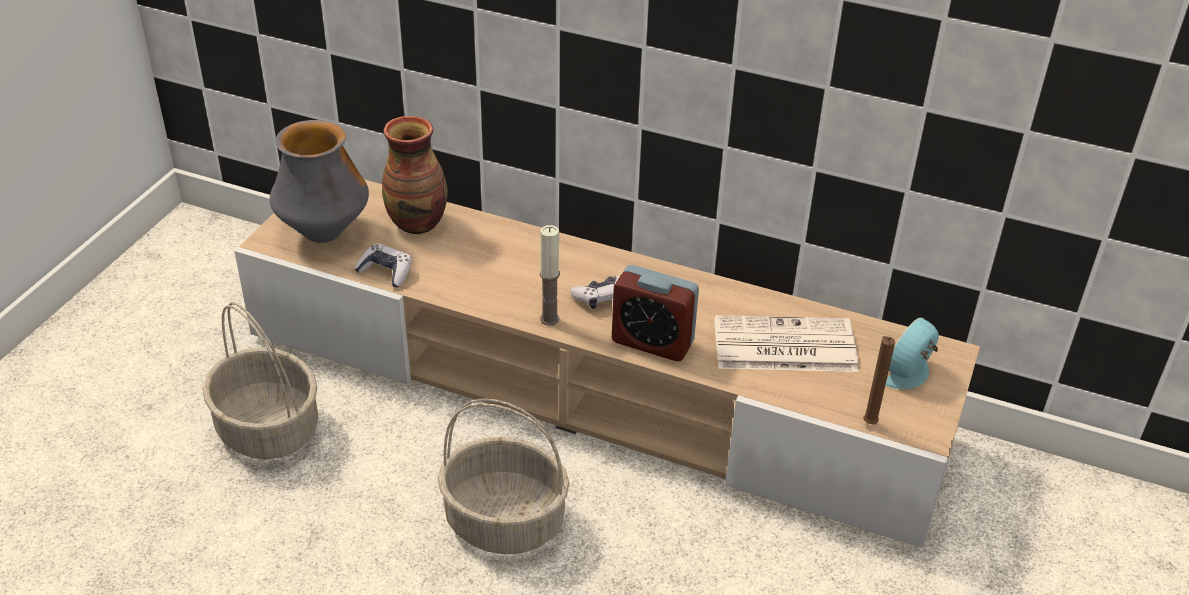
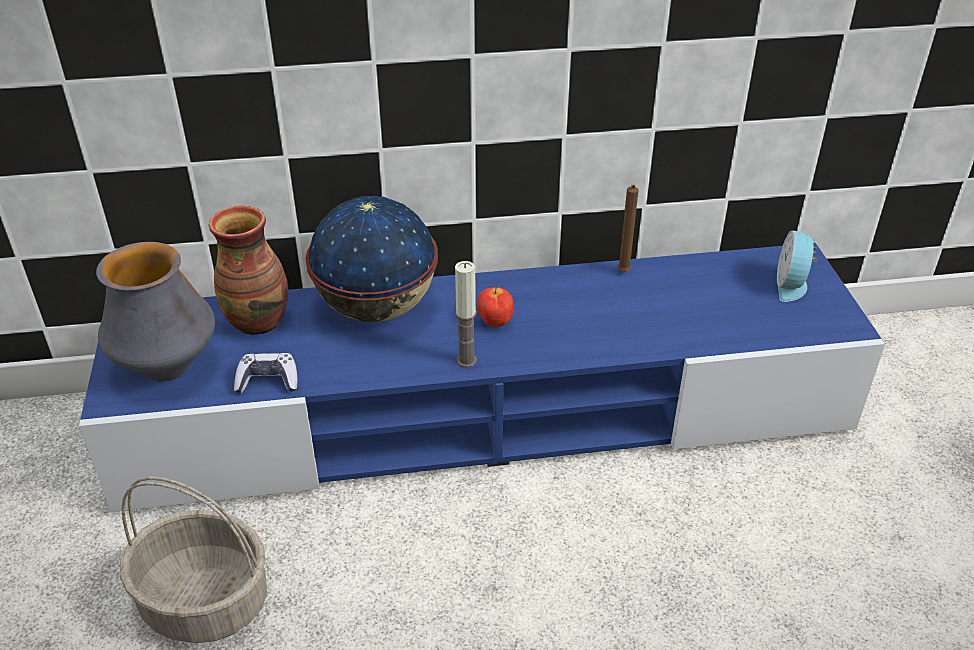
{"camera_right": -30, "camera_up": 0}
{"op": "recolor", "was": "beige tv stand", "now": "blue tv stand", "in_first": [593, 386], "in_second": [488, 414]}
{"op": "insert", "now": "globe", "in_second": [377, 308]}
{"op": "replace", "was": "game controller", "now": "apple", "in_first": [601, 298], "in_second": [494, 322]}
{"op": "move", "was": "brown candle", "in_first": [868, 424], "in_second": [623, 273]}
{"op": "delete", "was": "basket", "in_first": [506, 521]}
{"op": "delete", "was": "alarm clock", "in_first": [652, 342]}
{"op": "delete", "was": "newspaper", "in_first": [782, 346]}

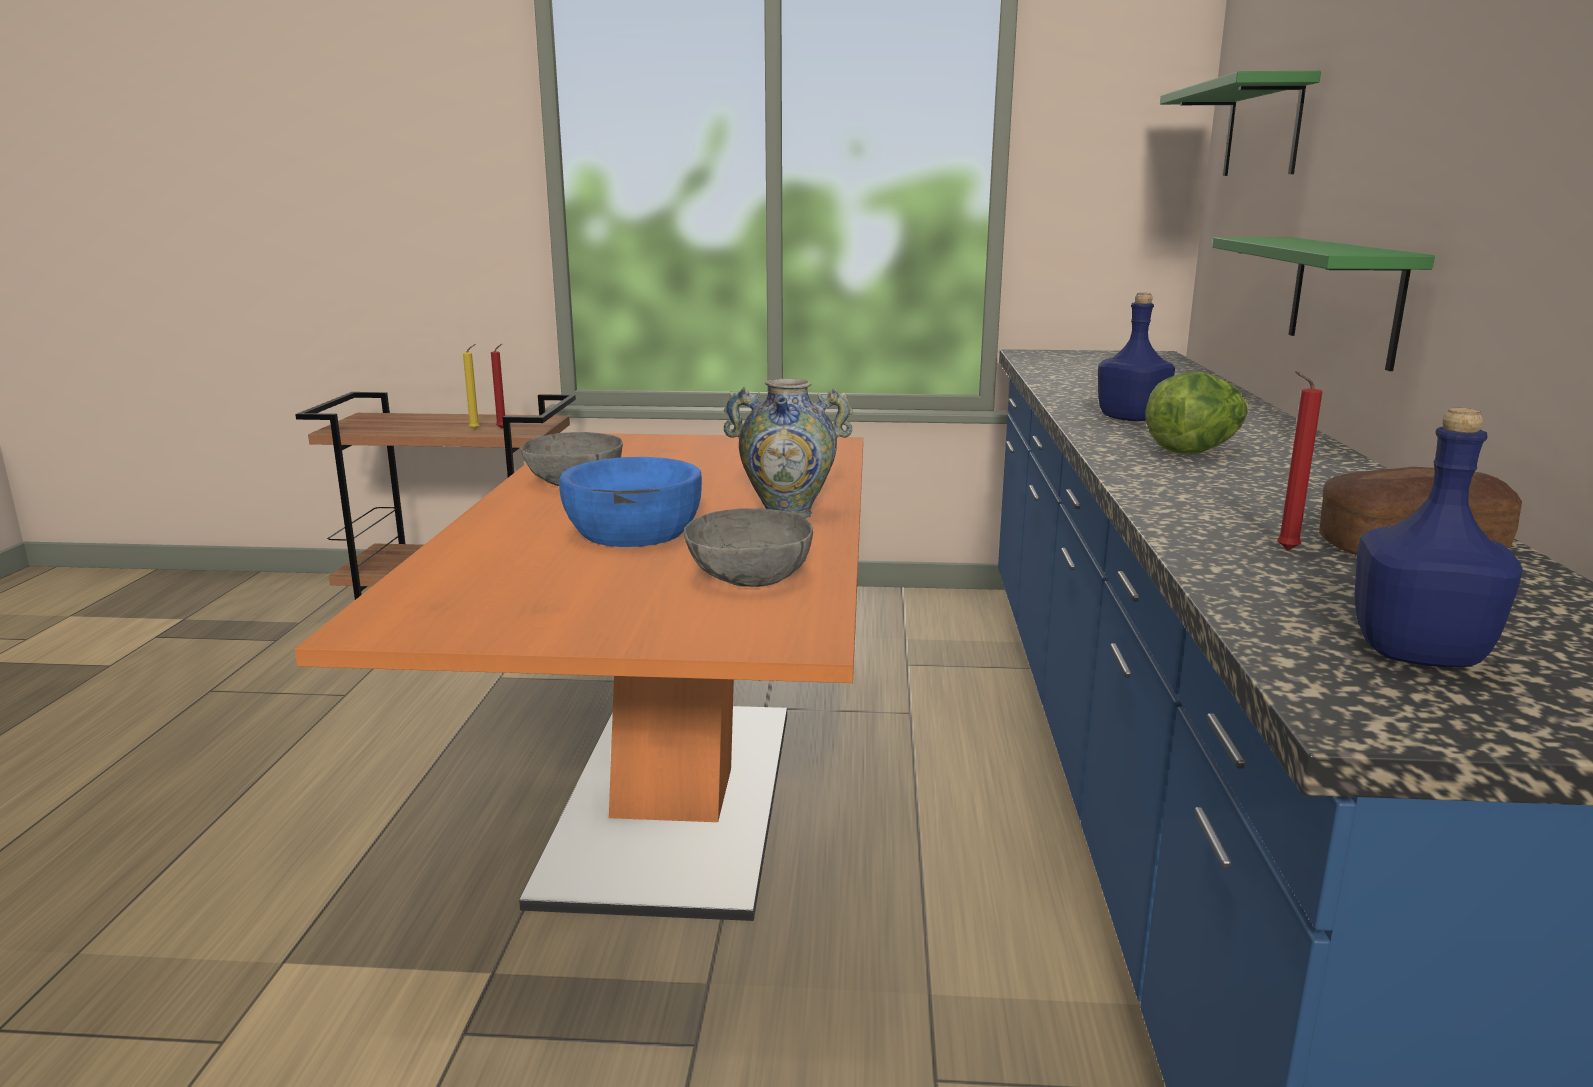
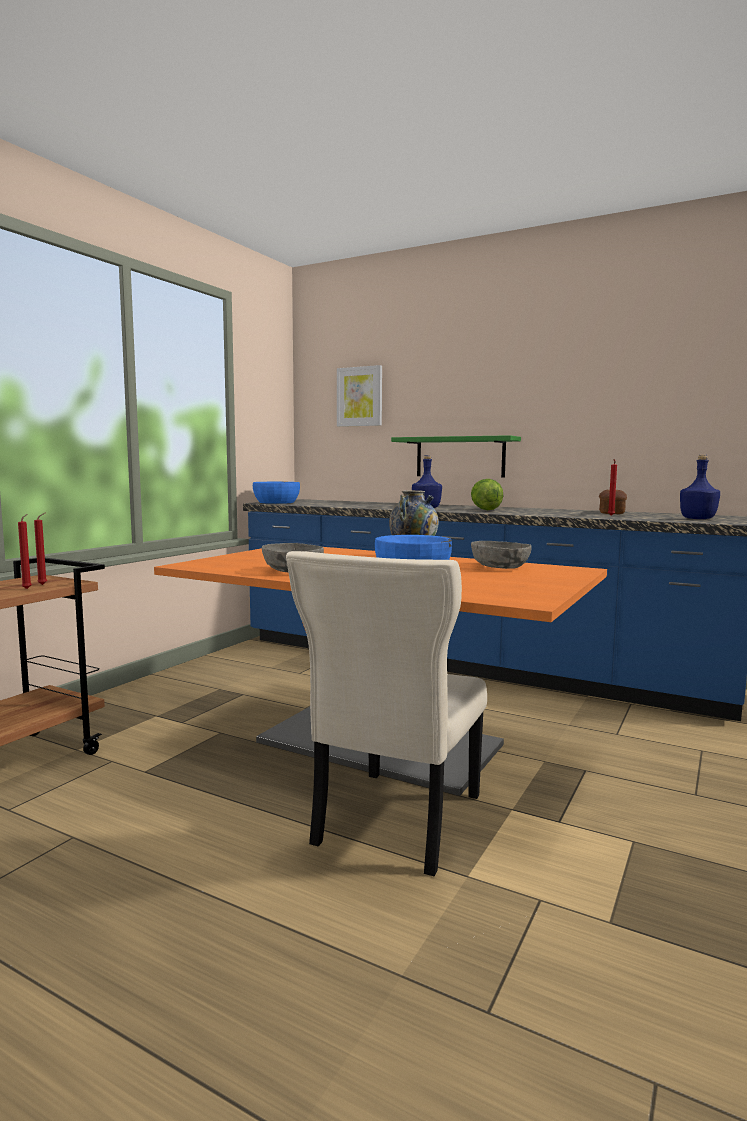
{"camera_right": -65, "camera_up": -10}
{"op": "recolor", "was": "yellow candle", "now": "red candle", "in_first": [476, 430], "in_second": [28, 588]}
{"op": "insert", "now": "blue bowl", "in_second": [276, 502]}
{"op": "insert", "now": "beige chair", "in_second": [395, 823]}
{"op": "replace", "was": "green shelf", "now": "picture", "in_first": [1262, 130], "in_second": [360, 396]}

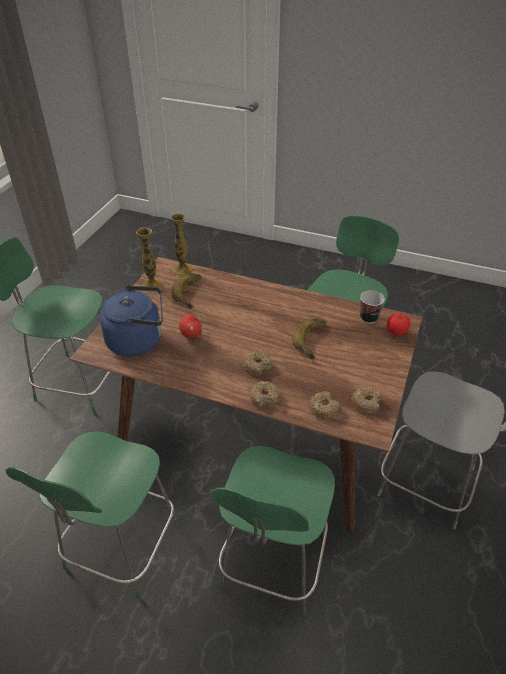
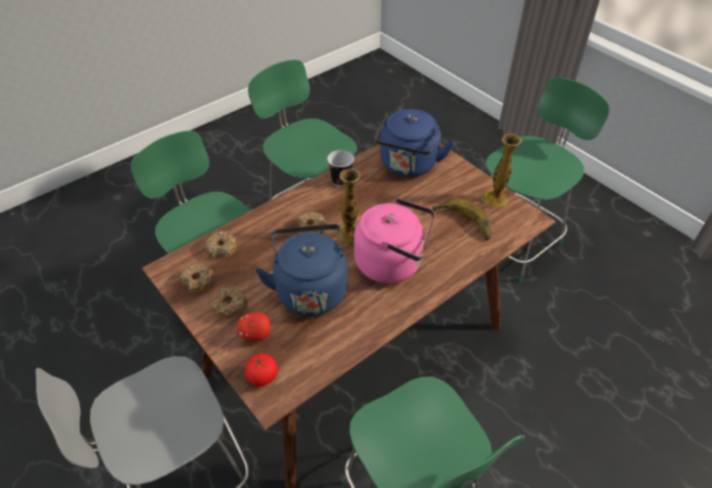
{"camera_right": 120, "camera_up": 5}
{"op": "move", "was": "donut", "in_first": [264, 397], "in_second": [230, 306]}
{"op": "move", "was": "apple", "in_first": [191, 335], "in_second": [256, 335]}
{"op": "replace", "was": "banana", "now": "blue kettle", "in_first": [314, 340], "in_second": [310, 289]}
{"op": "move", "was": "cup", "in_first": [368, 318], "in_second": [341, 180]}
{"op": "move", "was": "vase", "in_first": [182, 270], "in_second": [348, 233]}
{"op": "insert", "now": "pink kettle", "in_second": [393, 263]}

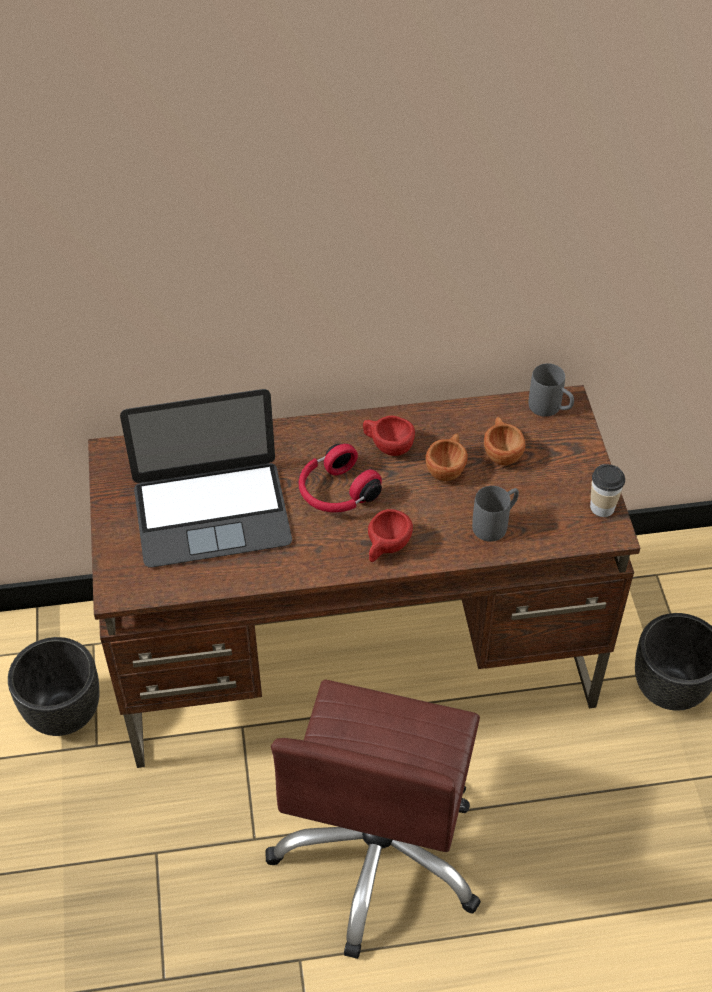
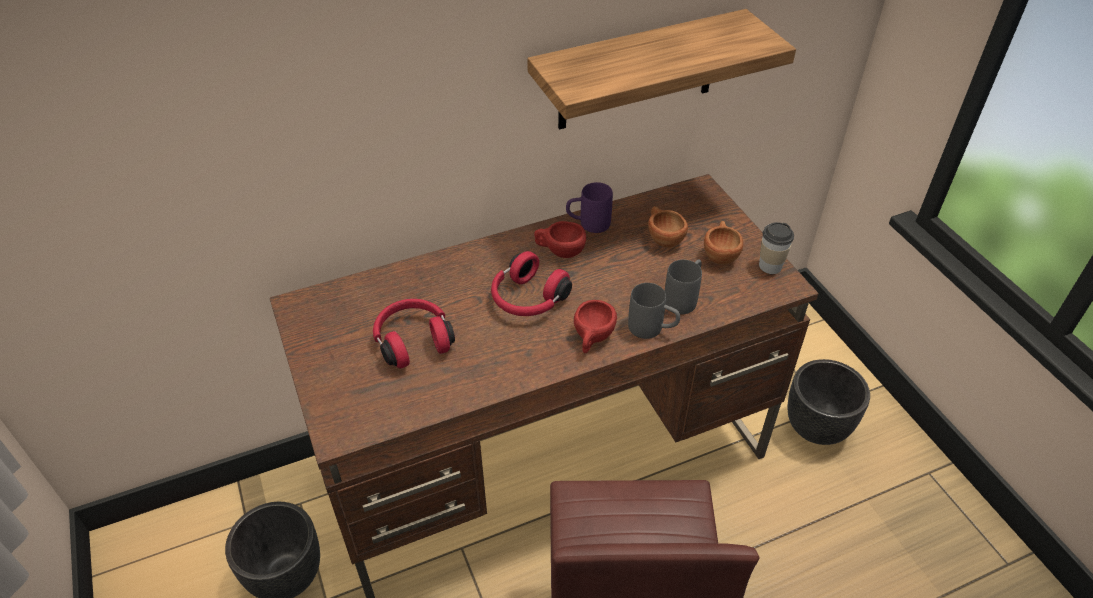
{"camera_right": -15, "camera_up": -5}
{"op": "replace", "was": "laptop", "now": "red headphones", "in_first": [212, 513], "in_second": [413, 340]}
{"op": "insert", "now": "shelf", "in_second": [637, 71]}
{"op": "insert", "now": "purple mug", "in_second": [588, 224]}
{"op": "move", "was": "grey mug", "in_first": [550, 409], "in_second": [652, 329]}
{"op": "move", "was": "brown cup", "in_first": [447, 468], "in_second": [720, 254]}

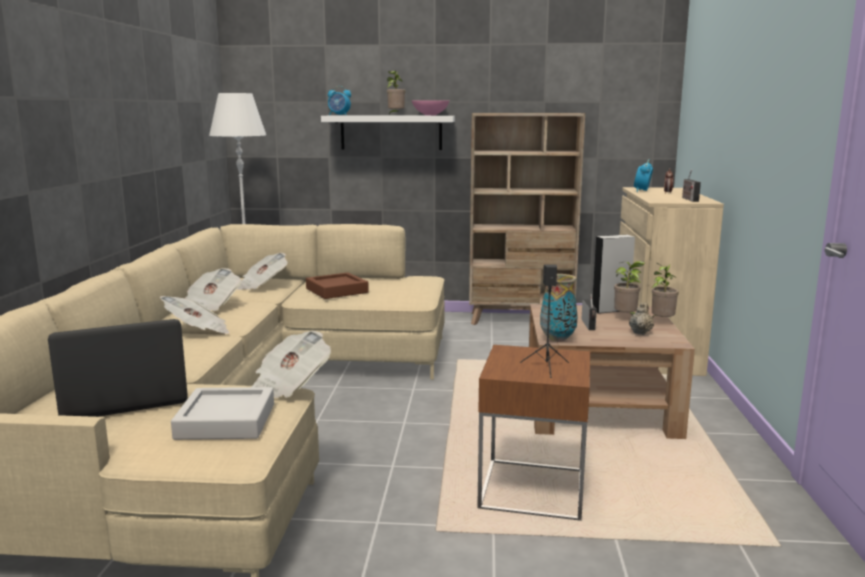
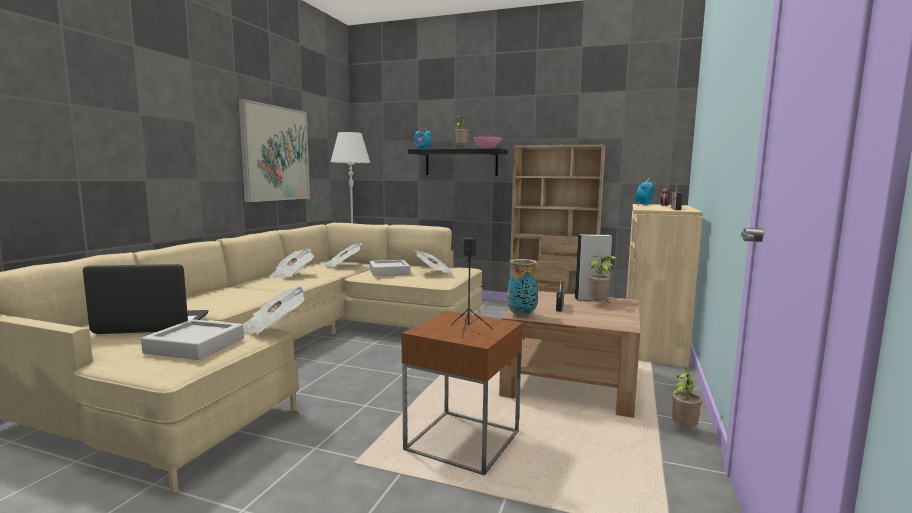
{"camera_right": 15, "camera_up": -5}
{"op": "insert", "now": "picture", "in_second": [275, 153]}
{"op": "recolor", "was": "brown tray", "now": "grey tray", "in_first": [337, 291], "in_second": [389, 272]}
{"op": "recolor", "was": "white shelf", "now": "black shelf", "in_first": [391, 132], "in_second": [461, 162]}
{"op": "move", "was": "newspaper", "in_first": [198, 332], "in_second": [435, 273]}
{"op": "move", "was": "potted plant", "in_first": [661, 322], "in_second": [683, 429]}
{"op": "delete", "was": "beige teapot", "in_first": [640, 332]}

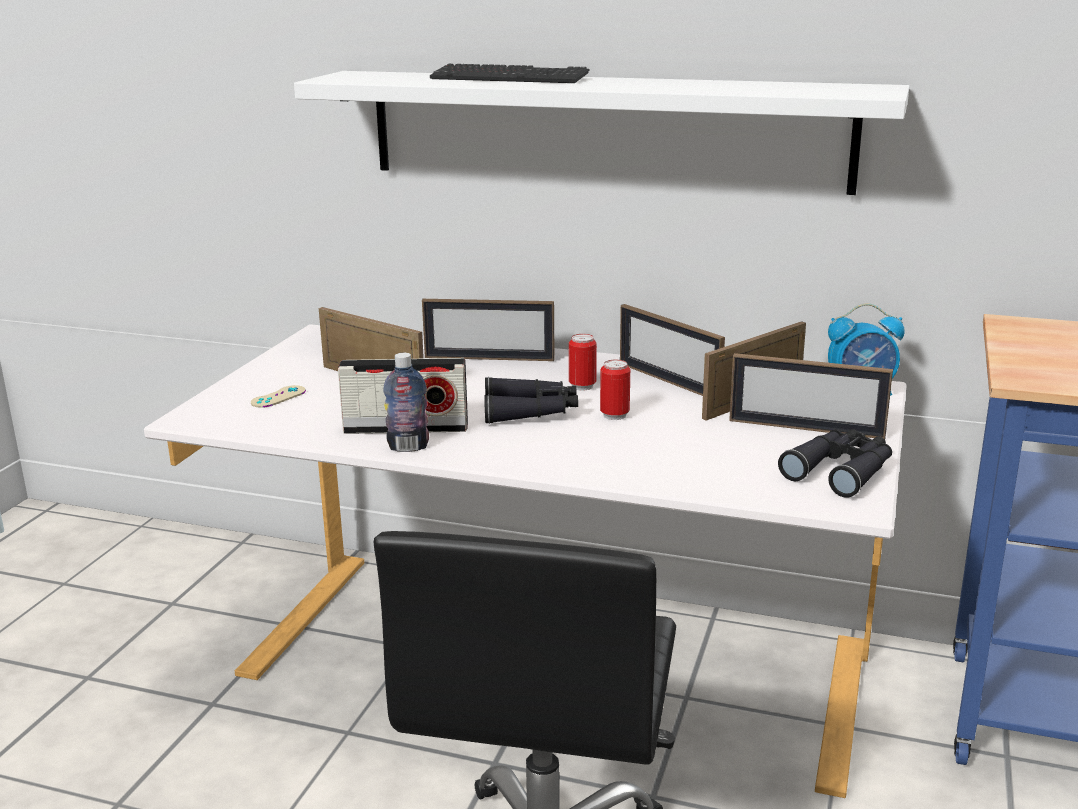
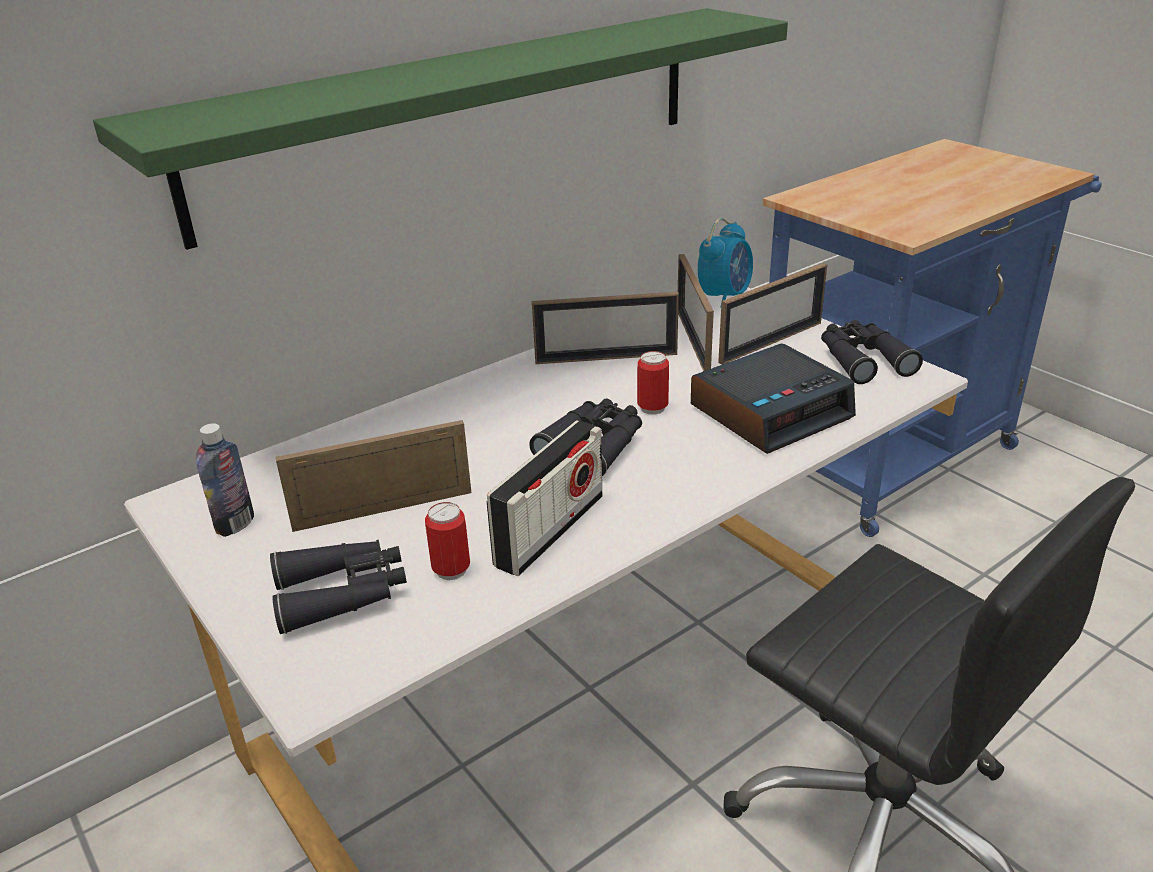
{"camera_right": -55, "camera_up": 10}
{"op": "recolor", "was": "white shelf", "now": "green shelf", "in_first": [604, 130], "in_second": [459, 117]}
{"op": "move", "was": "bottle", "in_first": [408, 447], "in_second": [235, 524]}
{"op": "replace", "was": "beige game controller", "now": "black binoculars", "in_first": [278, 397], "in_second": [343, 593]}
{"op": "move", "was": "can", "in_first": [582, 386], "in_second": [451, 570]}
{"op": "insert", "now": "alarm clock", "in_second": [771, 411]}
{"op": "delete", "was": "picture frame", "in_first": [489, 358]}
{"op": "delete", "was": "keyboard", "in_first": [509, 78]}

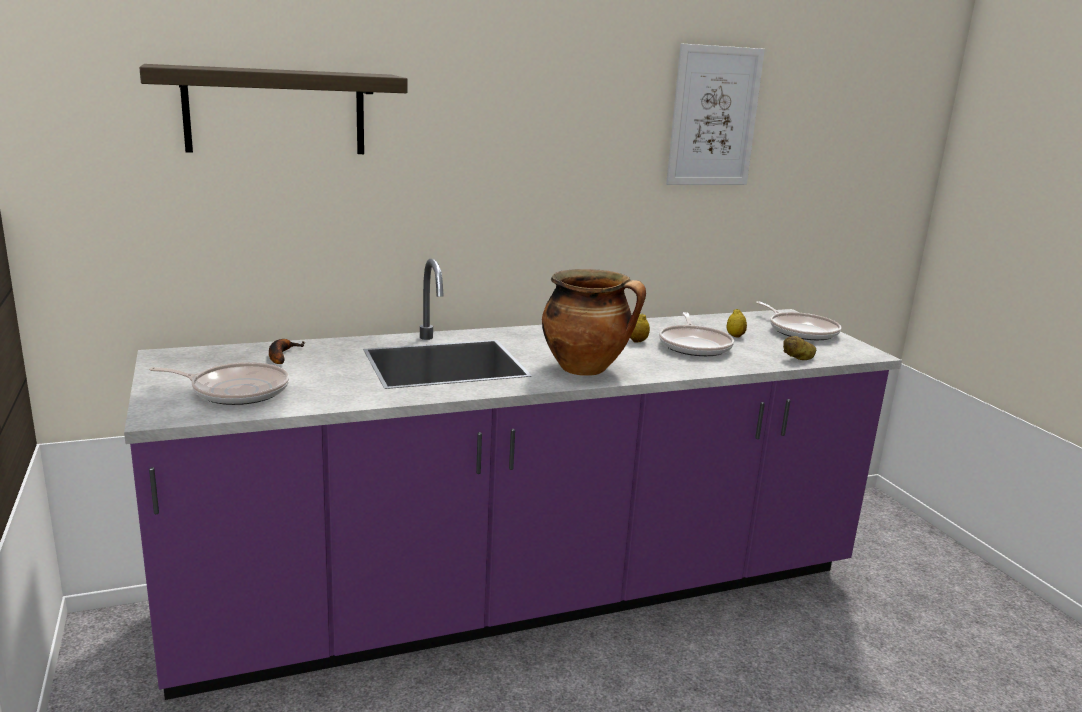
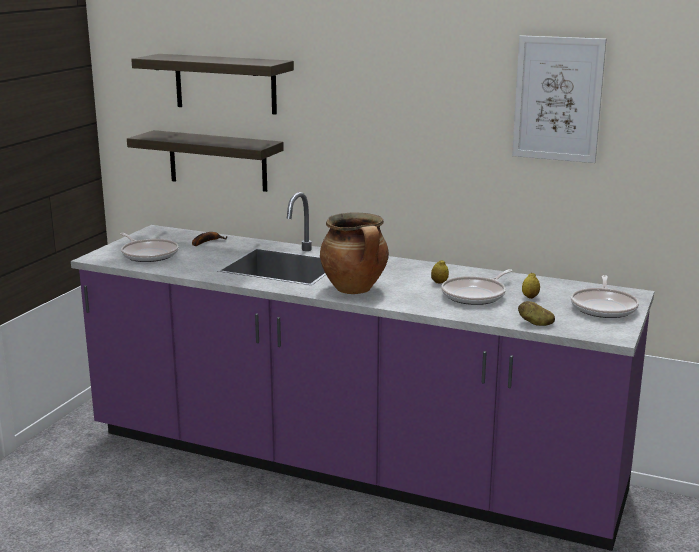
{"camera_right": 45, "camera_up": 0}
{"op": "insert", "now": "shelf", "in_second": [217, 161]}

